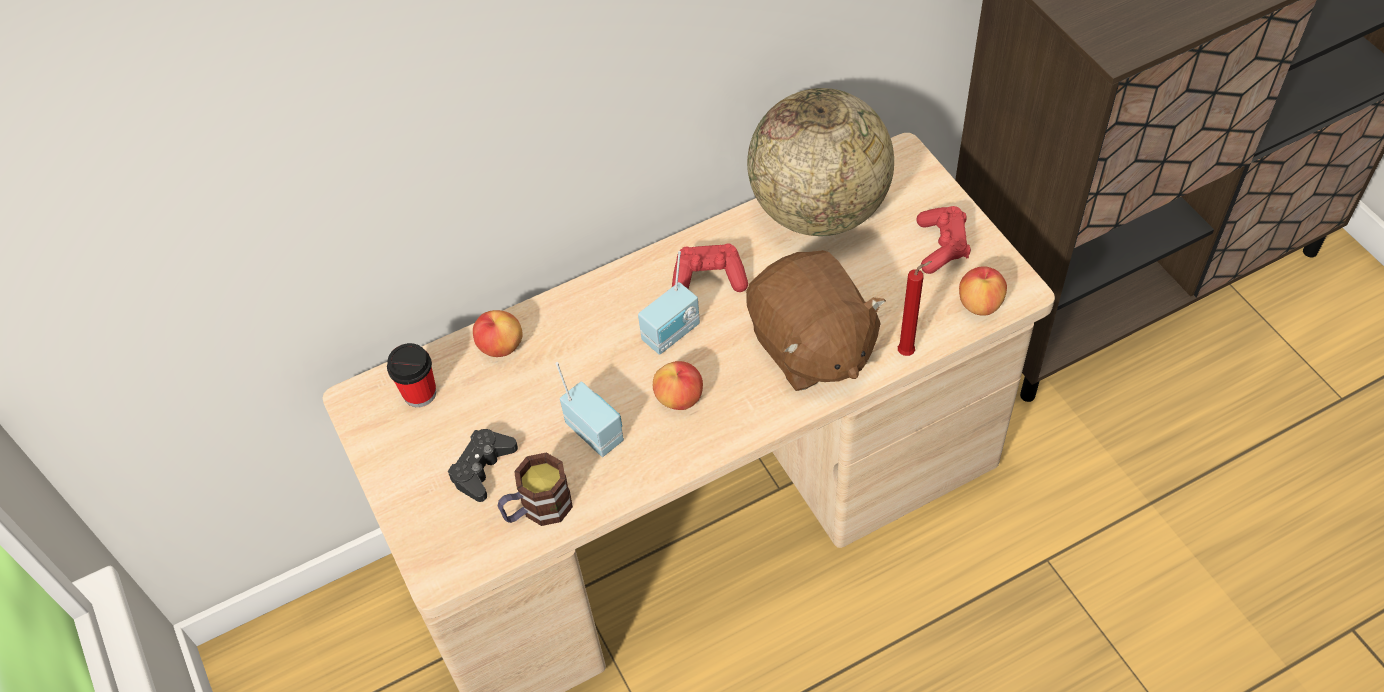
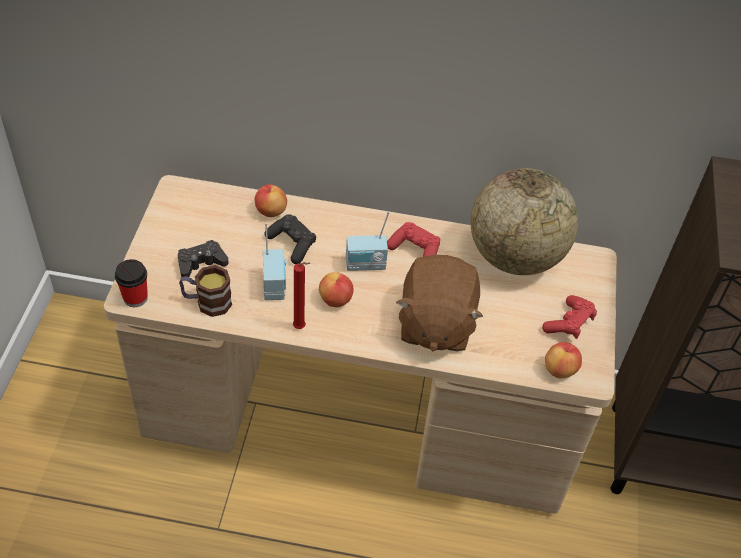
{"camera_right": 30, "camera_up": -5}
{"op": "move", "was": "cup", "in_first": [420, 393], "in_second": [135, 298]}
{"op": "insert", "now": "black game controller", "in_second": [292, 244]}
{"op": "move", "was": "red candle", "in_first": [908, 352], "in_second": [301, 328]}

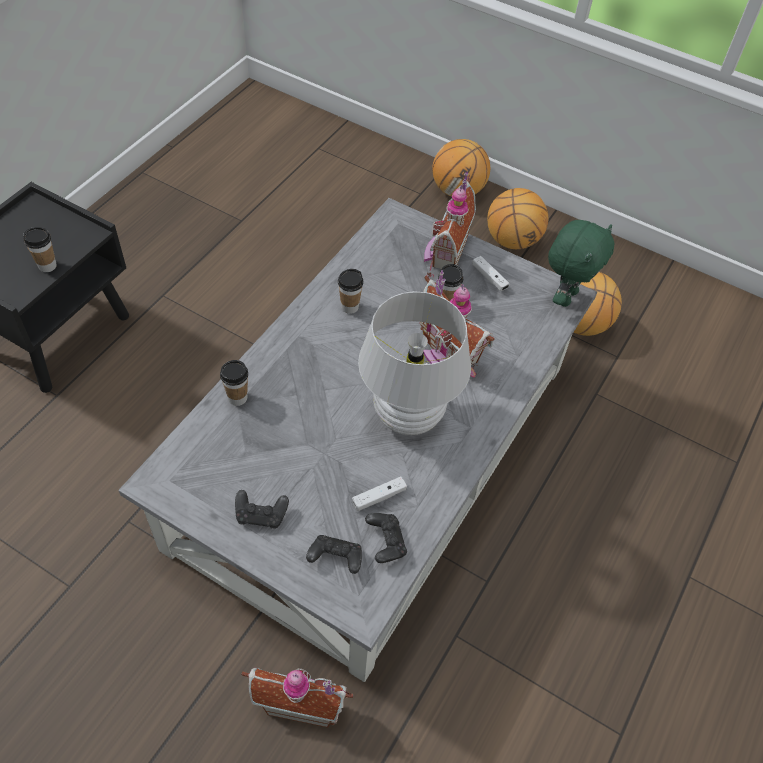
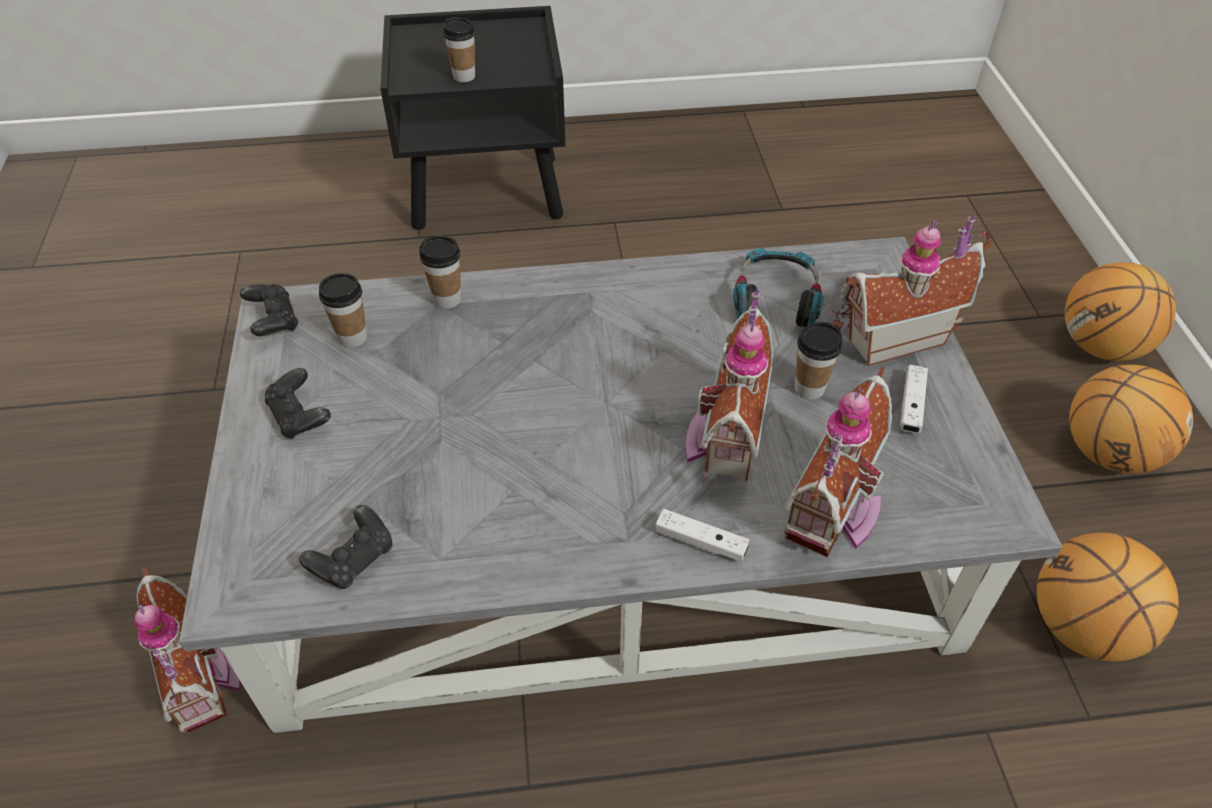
{"camera_right": 55, "camera_up": -5}
{"op": "move", "was": "black game controller", "in_first": [335, 558], "in_second": [273, 321]}
{"op": "move", "was": "cup", "in_first": [349, 307], "in_second": [352, 337]}
{"op": "move", "was": "white game controller", "in_first": [379, 497], "in_second": [700, 542]}
{"op": "insert", "now": "headphones", "in_second": [776, 298]}
{"op": "insert", "now": "toy house", "in_second": [836, 513]}
{"op": "delete", "was": "white table lamp", "in_first": [407, 415]}
{"op": "delete", "was": "green plush toy", "in_first": [565, 296]}

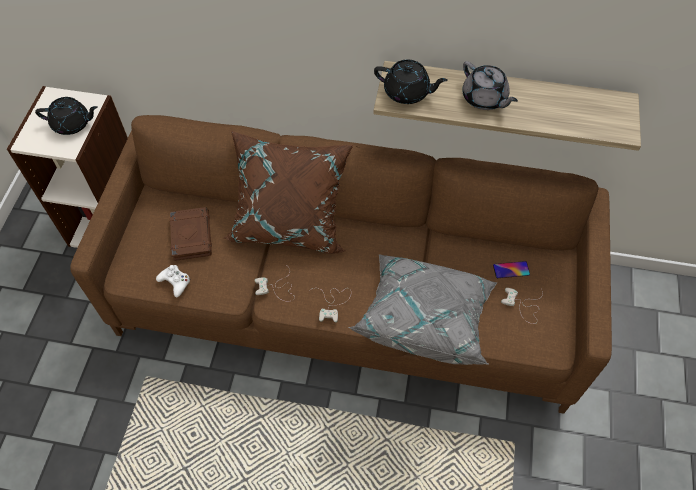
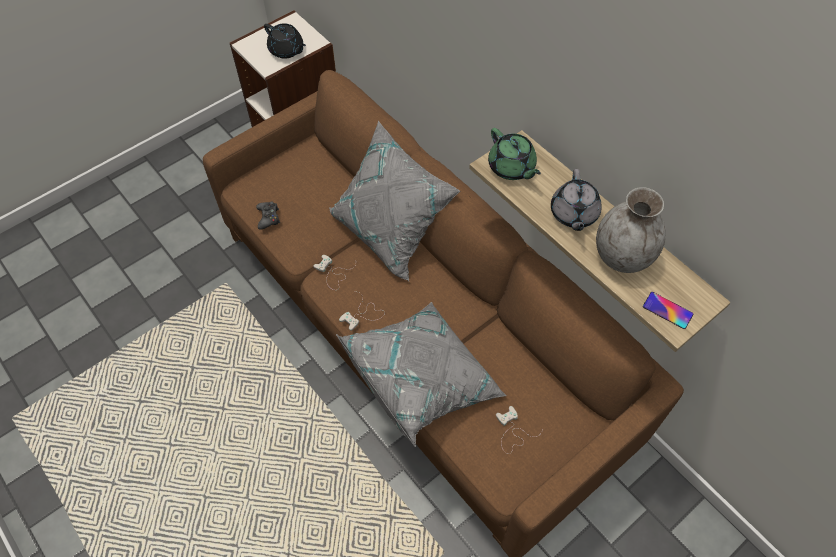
{"camera_right": 40, "camera_up": 0}
{"op": "recolor", "was": "white game controller", "now": "black game controller", "in_first": [175, 282], "in_second": [268, 217]}
{"op": "recolor", "was": "brown pillow", "now": "grey pillow", "in_first": [290, 223], "in_second": [391, 231]}
{"op": "recolor", "was": "black teapot", "now": "green teapot", "in_first": [407, 92], "in_second": [511, 167]}
{"op": "insert", "now": "grey vase", "in_second": [623, 256]}
{"op": "move", "was": "phone", "in_first": [511, 270], "in_second": [667, 310]}
{"op": "delete", "was": "brown book", "in_first": [191, 235]}

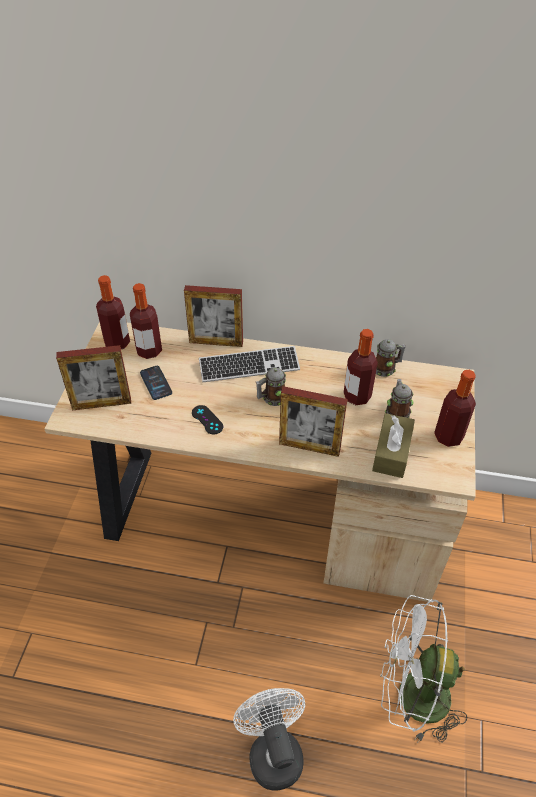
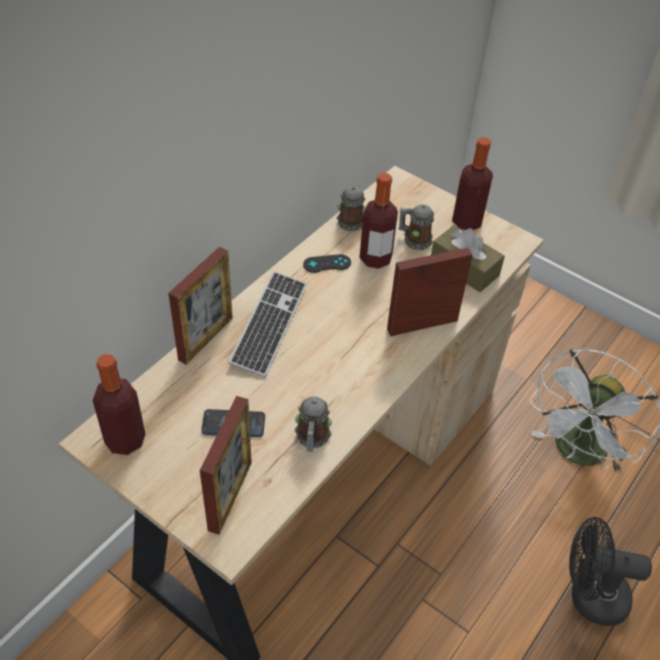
{"camera_right": -65, "camera_up": 0}
{"op": "move", "was": "mug", "in_first": [271, 398], "in_second": [312, 439]}
{"op": "move", "was": "black game controller", "in_first": [207, 420], "in_second": [327, 264]}
{"op": "rotate", "was": "picture frame", "in_first": [309, 447], "in_second": [422, 325], "clockwise": -150}
{"op": "recolor", "was": "white fan", "now": "black fan", "in_first": [273, 750], "in_second": [589, 596]}
{"op": "delete", "was": "bottle", "in_first": [149, 351]}

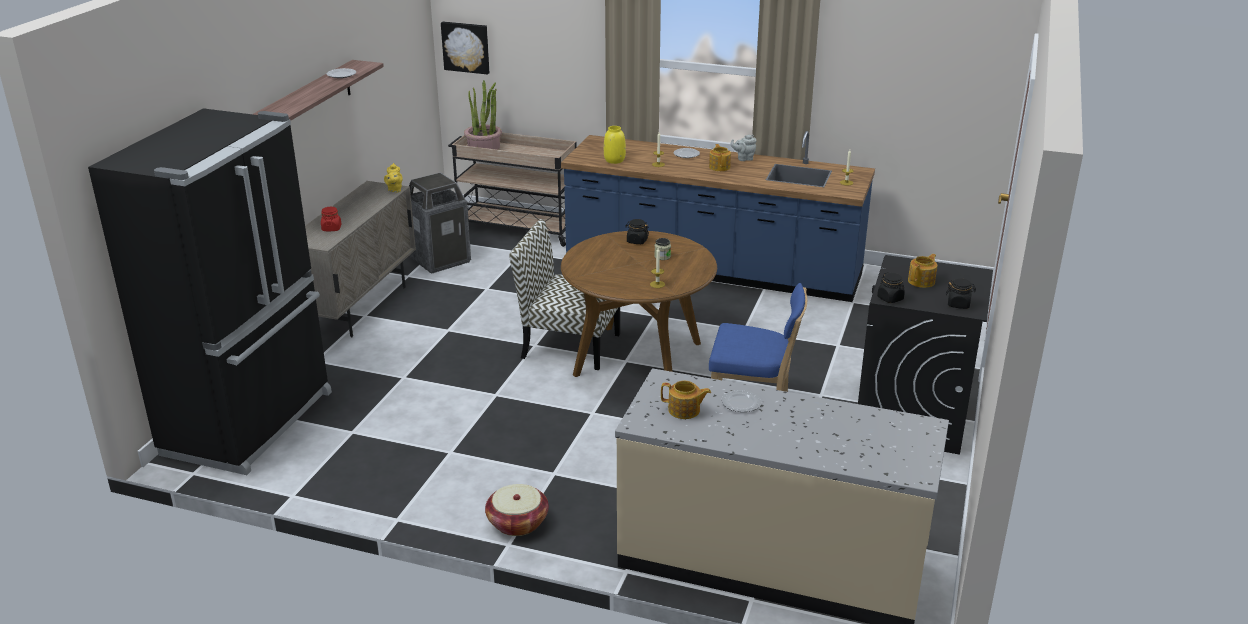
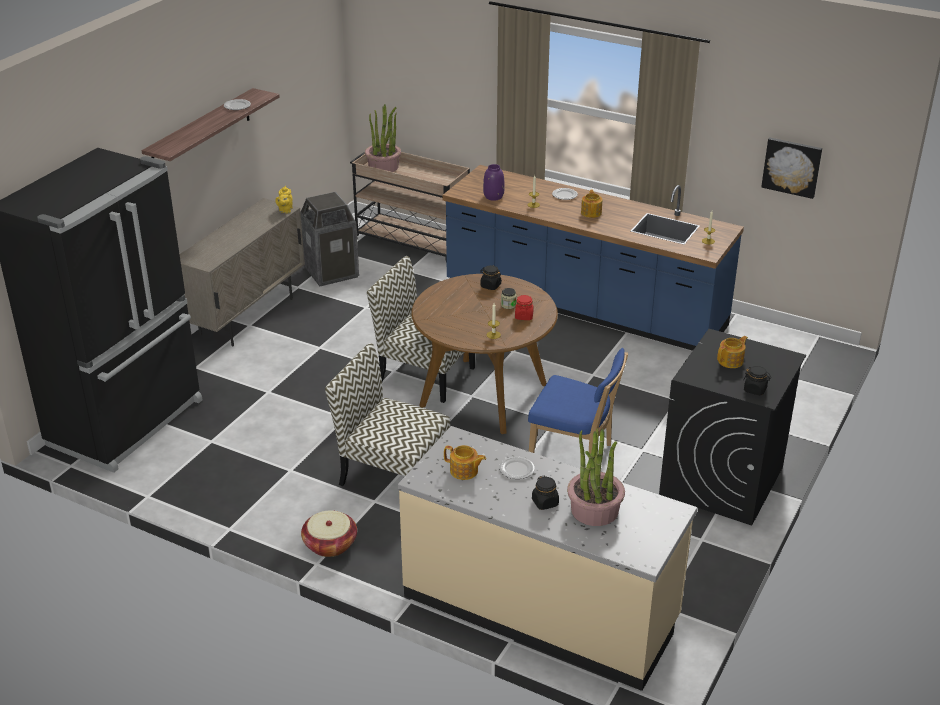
{"camera_right": 10, "camera_up": 5}
{"op": "insert", "now": "chair", "in_second": [391, 474]}
{"op": "recolor", "was": "yellow vase", "now": "purple vase", "in_first": [614, 160], "in_second": [493, 196]}
{"op": "move", "was": "red jar", "in_first": [331, 228], "in_second": [524, 316]}
{"op": "move", "was": "black jar", "in_first": [890, 298], "in_second": [545, 503]}
{"op": "insert", "now": "potted plant", "in_second": [594, 510]}
{"op": "move", "was": "picture", "in_first": [466, 47], "in_second": [792, 167]}
{"op": "delete", "was": "grey teapot", "in_first": [744, 158]}

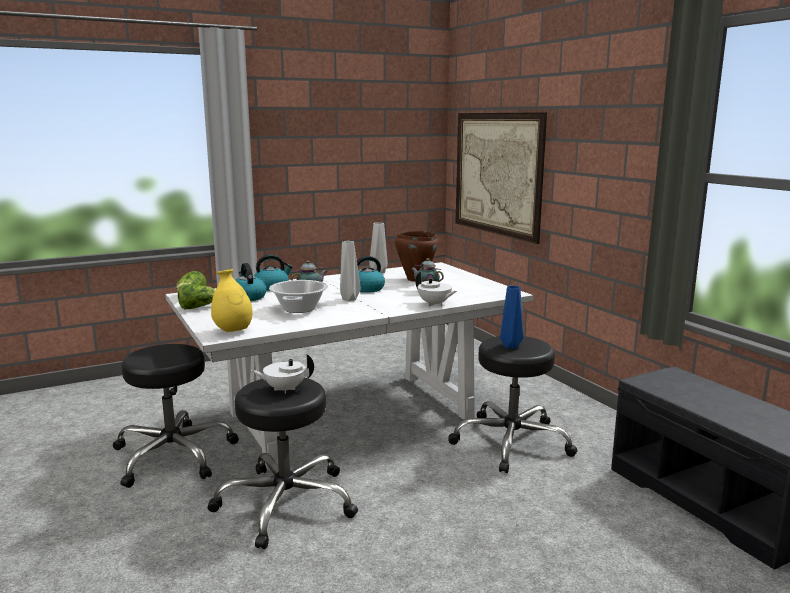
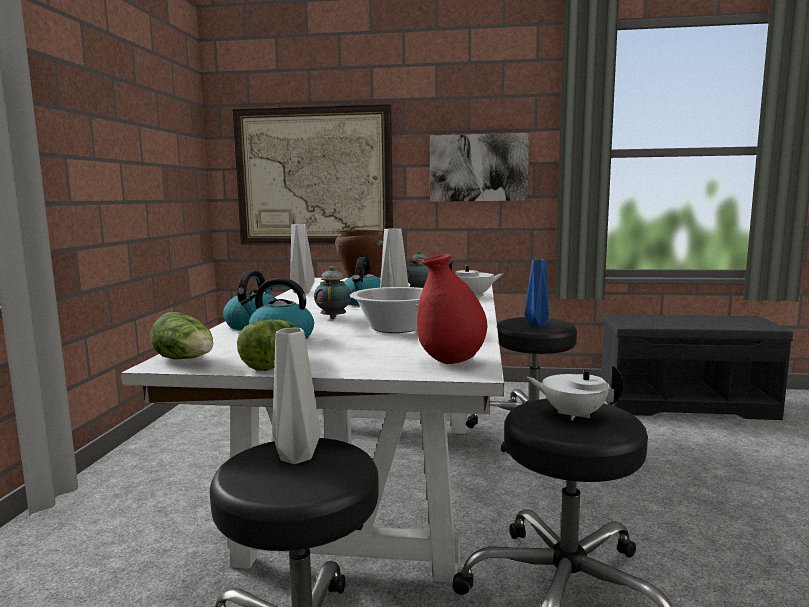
{"camera_right": -55, "camera_up": -5}
{"op": "insert", "now": "grey vase", "in_second": [296, 456]}
{"op": "recolor", "was": "yellow vase", "now": "red vase", "in_first": [233, 331], "in_second": [451, 361]}
{"op": "insert", "now": "picture", "in_second": [478, 168]}
{"op": "rotate", "was": "white teapot", "in_first": [284, 389], "in_second": [573, 415], "clockwise": 90}

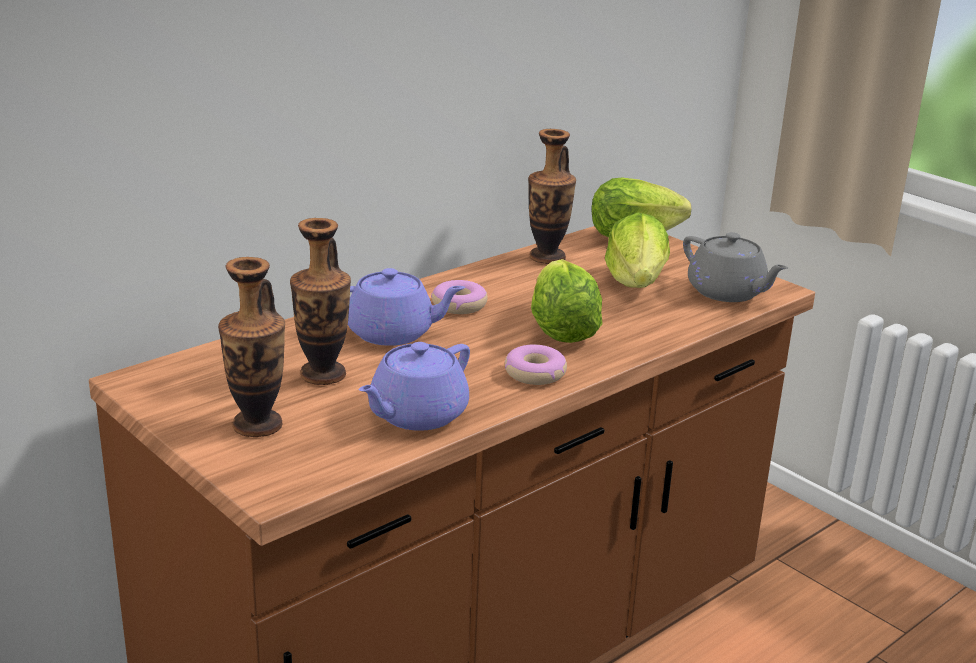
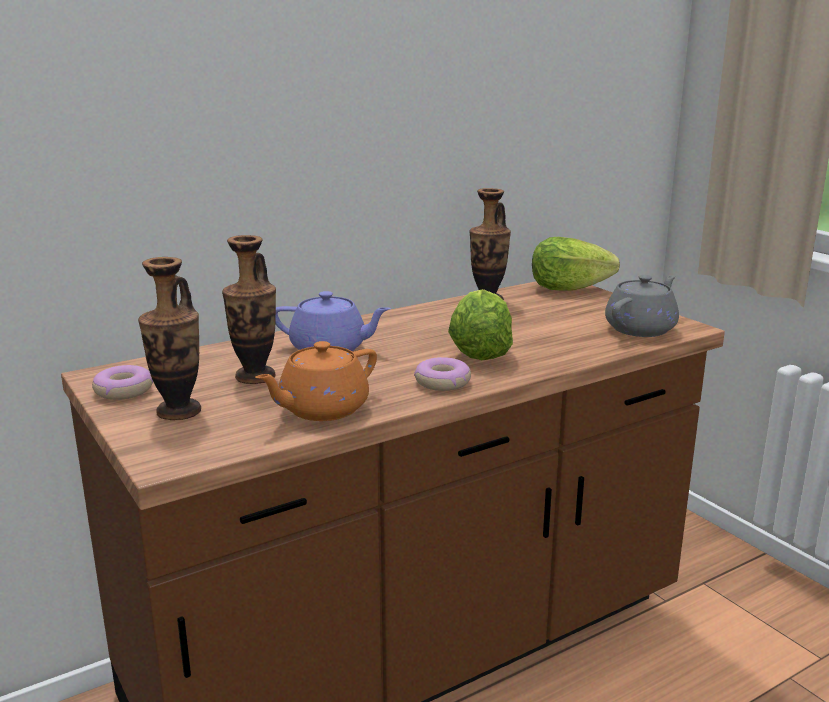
{"camera_right": 10, "camera_up": -5}
{"op": "move", "was": "donut", "in_first": [459, 305], "in_second": [124, 391]}
{"op": "recolor", "was": "purple teapot", "now": "orange teapot", "in_first": [416, 415], "in_second": [321, 409]}
{"op": "rotate", "was": "grey teapot", "in_first": [727, 292], "in_second": [641, 329], "clockwise": -105}
{"op": "delete", "was": "lettuce", "in_first": [636, 284]}

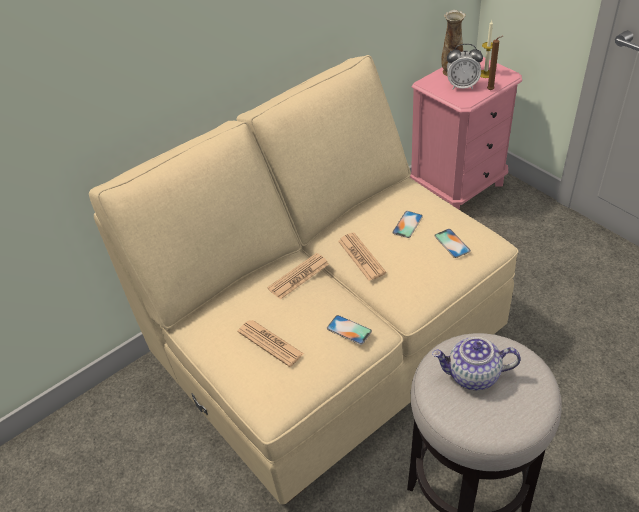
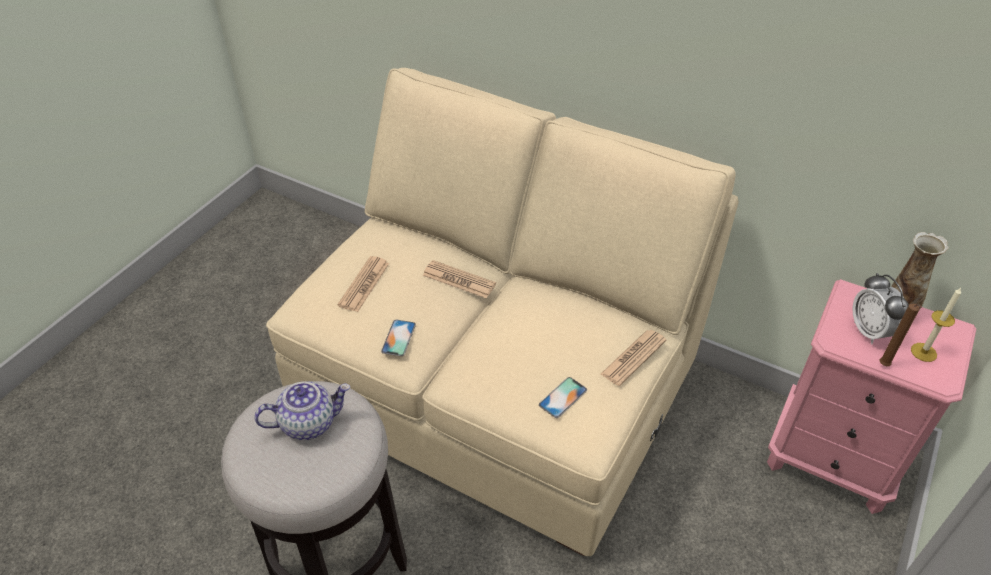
{"camera_right": 65, "camera_up": 0}
{"op": "rotate", "was": "teapot", "in_first": [473, 375], "in_second": [309, 422], "clockwise": 90}
{"op": "move", "was": "newspaper", "in_first": [361, 257], "in_second": [633, 357]}
{"op": "delete", "was": "phone", "in_first": [407, 224]}

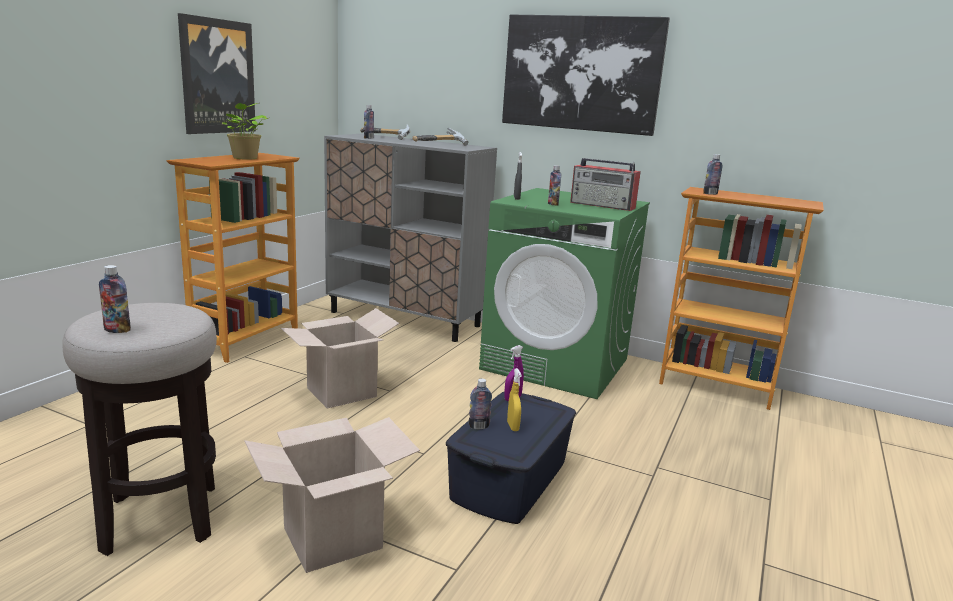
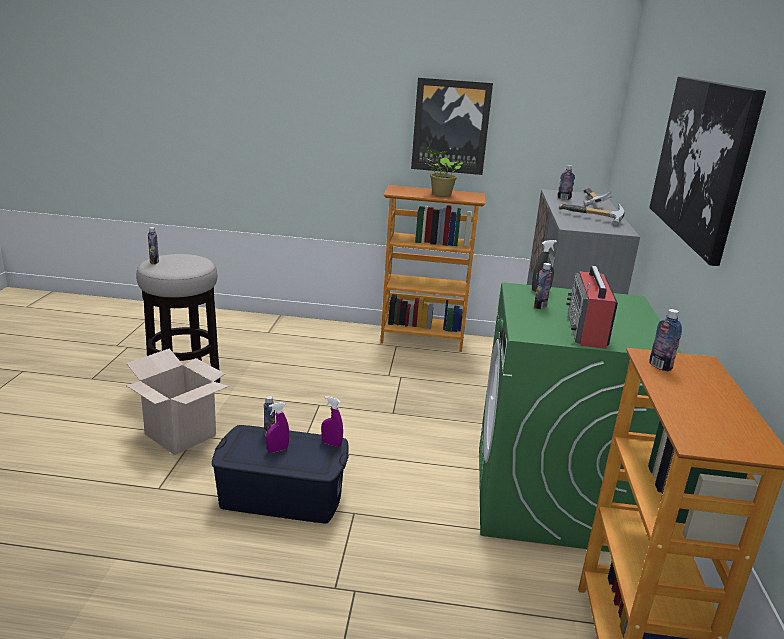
{"camera_right": 70, "camera_up": 5}
{"op": "recolor", "was": "yellow spray bottle", "now": "purple spray bottle", "in_first": [513, 426], "in_second": [277, 450]}
{"op": "delete", "was": "cardboard box", "in_first": [341, 392]}

